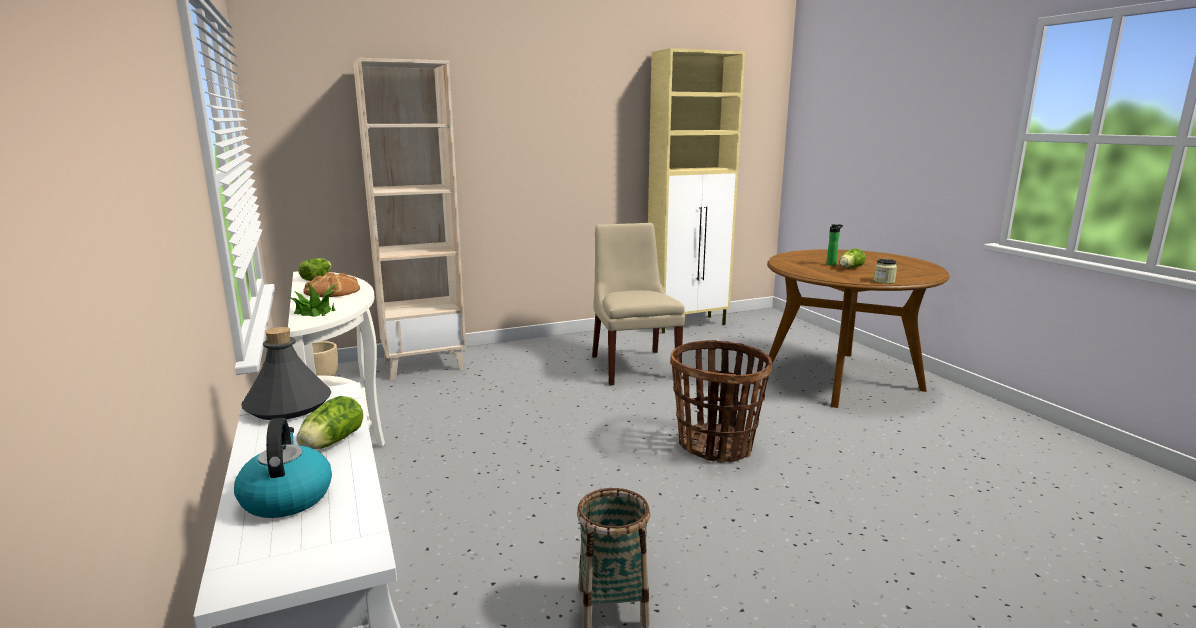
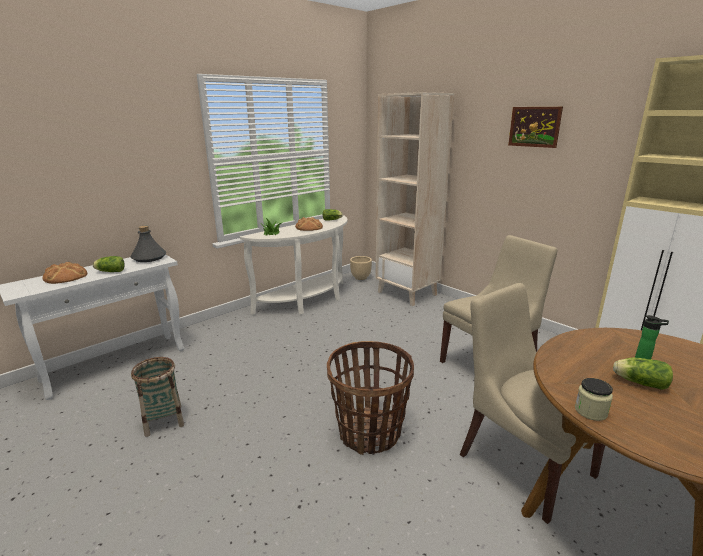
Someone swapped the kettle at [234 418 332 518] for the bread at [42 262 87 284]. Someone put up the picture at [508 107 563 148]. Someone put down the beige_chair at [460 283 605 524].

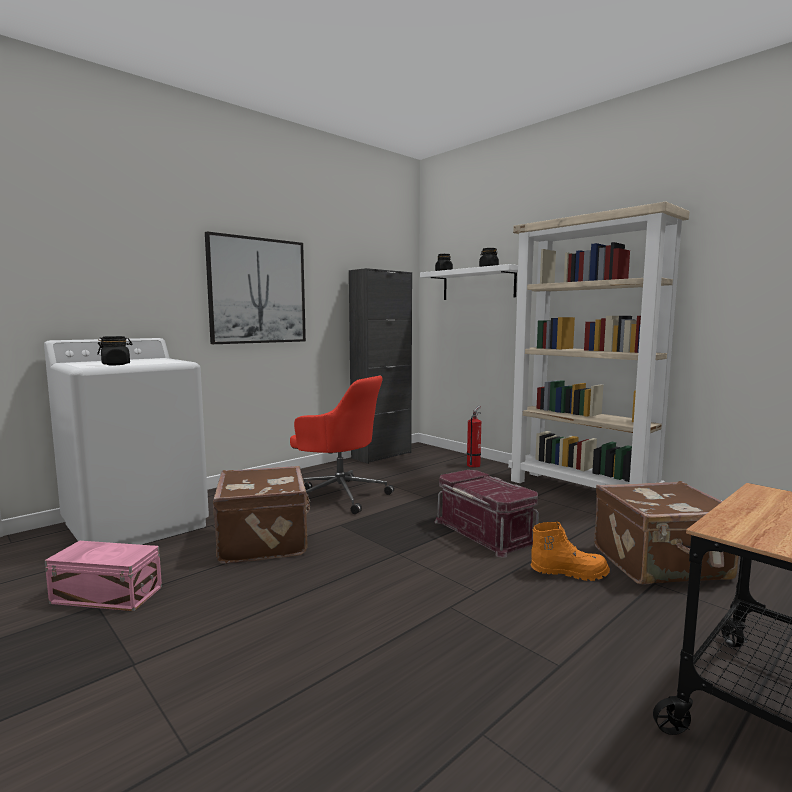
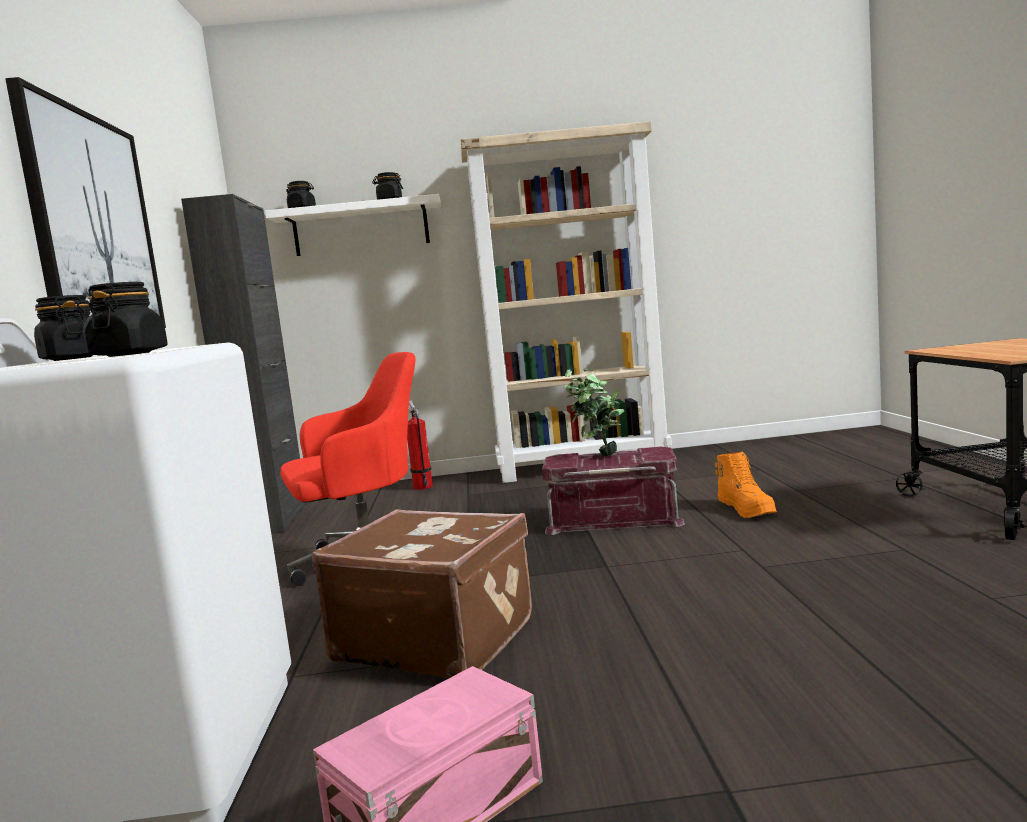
Someone took away the brown_suitcase at [594 481 739 585]. Someone rotated the orange_boot at [530 521 610 581] by 120 degrees clockwise. Someone put down the black_jar at [34 295 92 361]. Someone put down the potted_plant at [563 369 624 457].

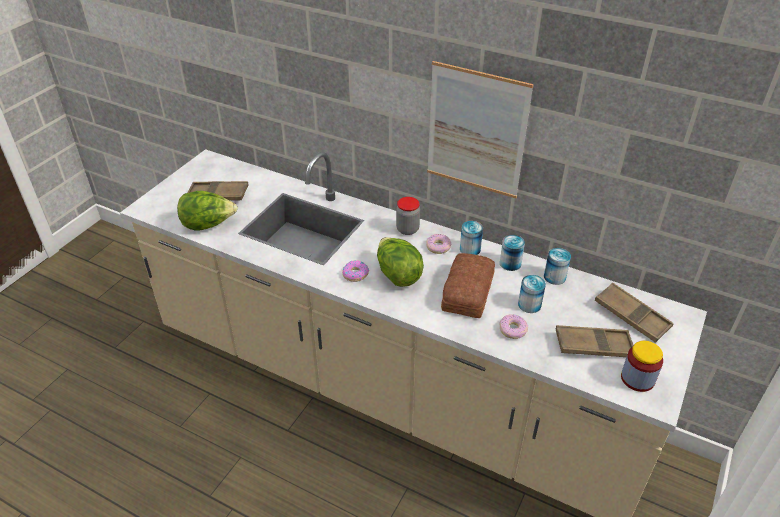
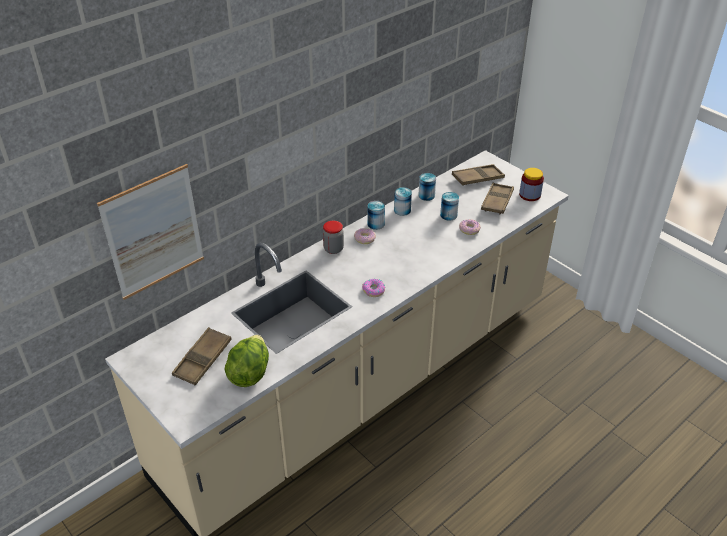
Someone carried the picture from [427 61 534 198] to [97 164 204 300]. Someone took away the lettuce at [377 237 424 287]. Someone took away the bread at [441 253 495 318].

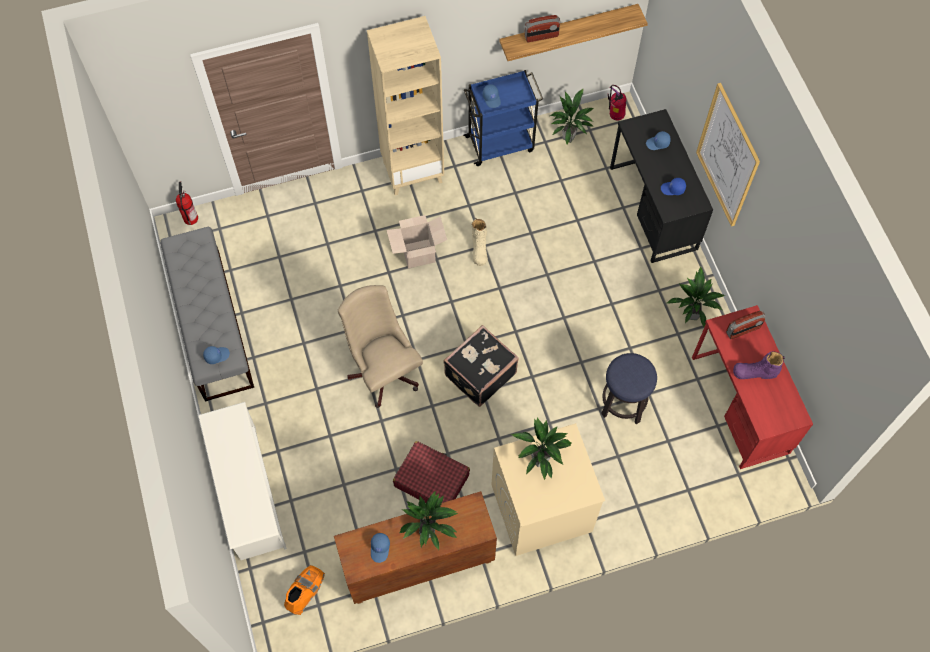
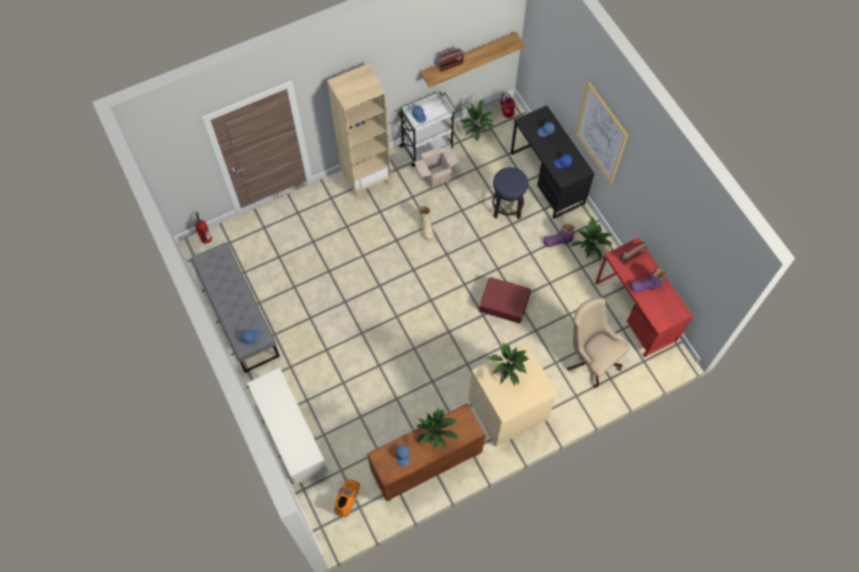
Someone repainted the blue_cart at [463 70 543 166], which became the white_cart at [398 92 457 167]. Someone carried the cardboard_box from [387 215 447 269] to [414 146 459 188]. Someone carried the beige_office_chair from [338 285 423 408] to [567 297 630 388]. Someone took away the black_suitcase at [444 325 519 407]. Someone carried the stool from [601 353 657 424] to [492 167 528 220]. Someone carried the red_suitcase from [393 441 470 503] to [479 277 531 324]. Someone put down the purple_boot at [544 224 574 247].

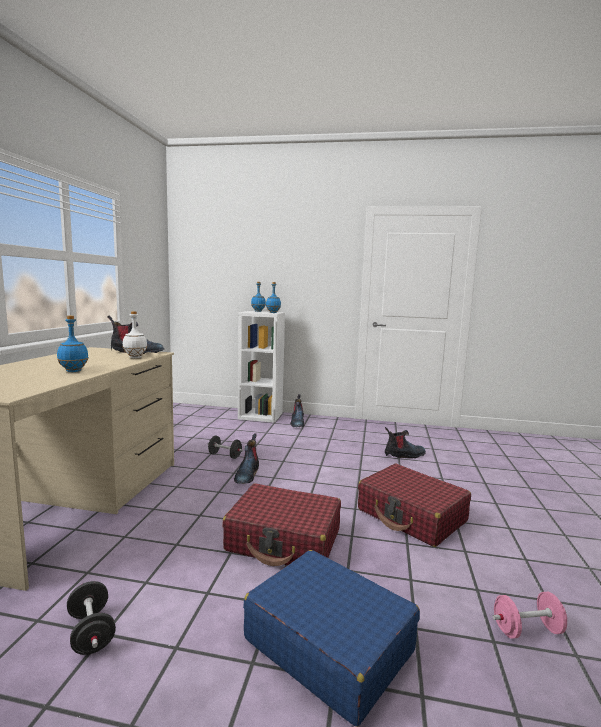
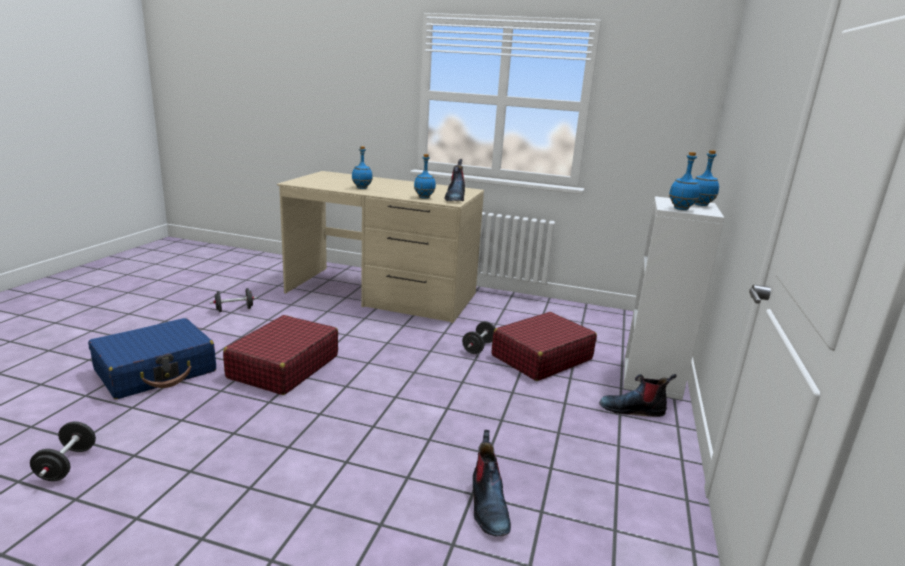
Someone repainted the white_bottle at [123 311 147 358], which became the blue_bottle at [414 154 436 199]. Someone took away the boot at [234 433 259 484]. Someone carried the red_suitcase from [358 464 471 547] to [492 312 597 381]. Someone repainted the pink_dumbbell at [493 592 567 639], which became the black_dumbbell at [30 421 96 481].

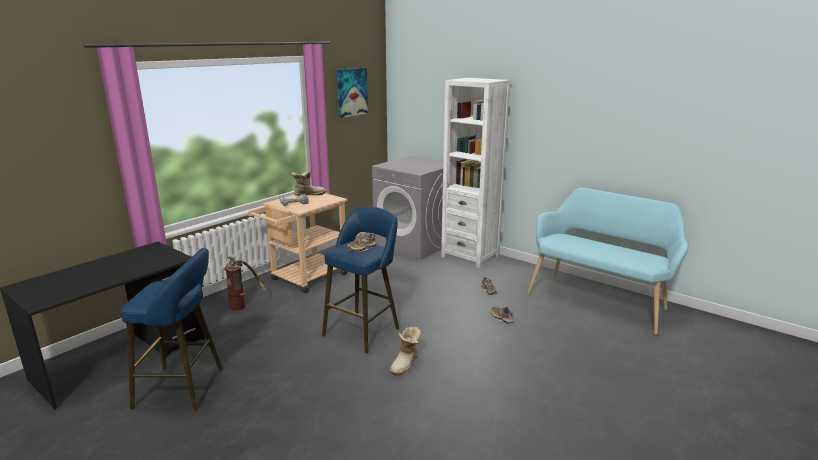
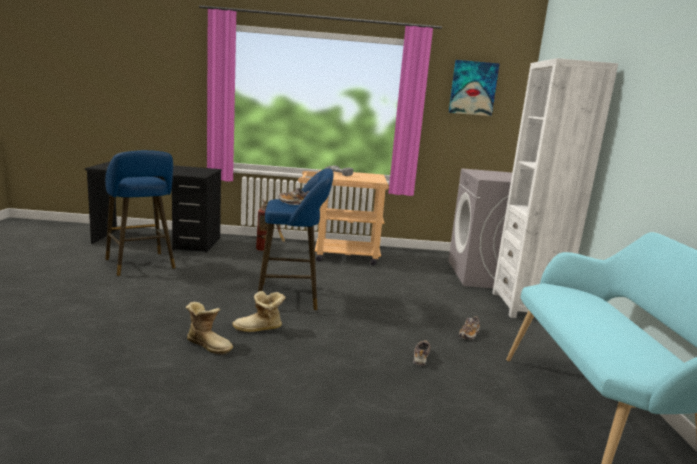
Someone carried the boot from [290 171 326 196] to [186 302 233 355].

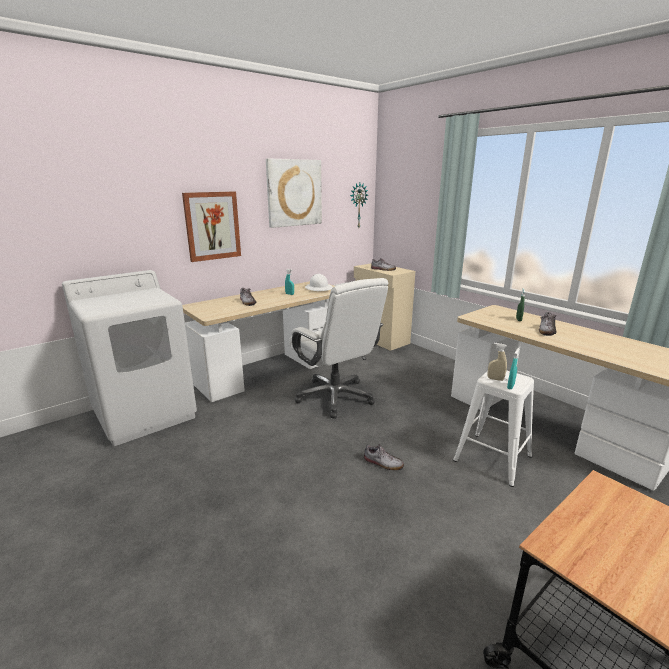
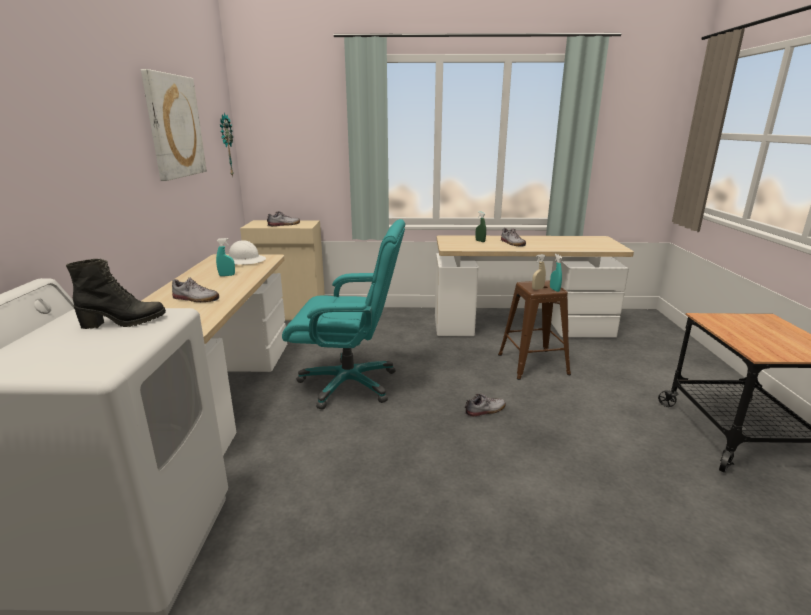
Someone took away the picture at [182 192 241 262]. Someone repainted the white_office_chair at [289 278 388 418], which became the turquoise_office_chair at [282 219 405 409]. Someone repainted the white_stool at [453 371 534 487], which became the brown_stool at [498 280 571 380]. Someone put down the black_boot at [66 259 166 329].

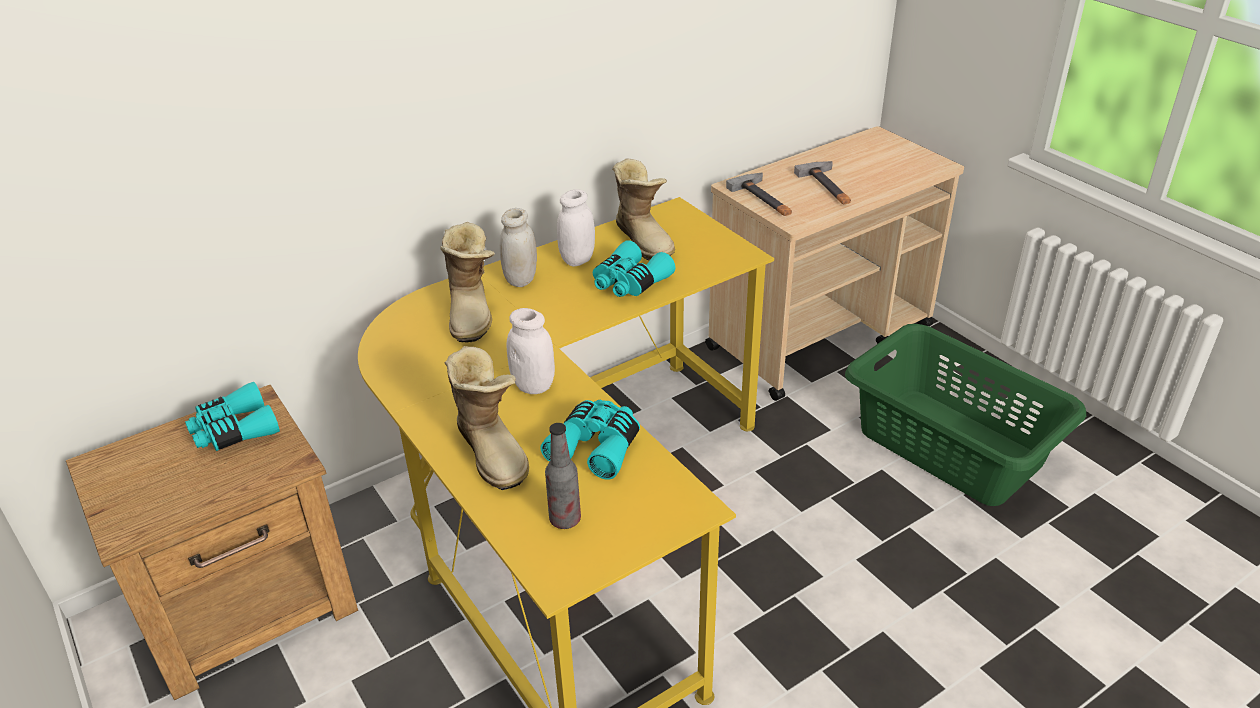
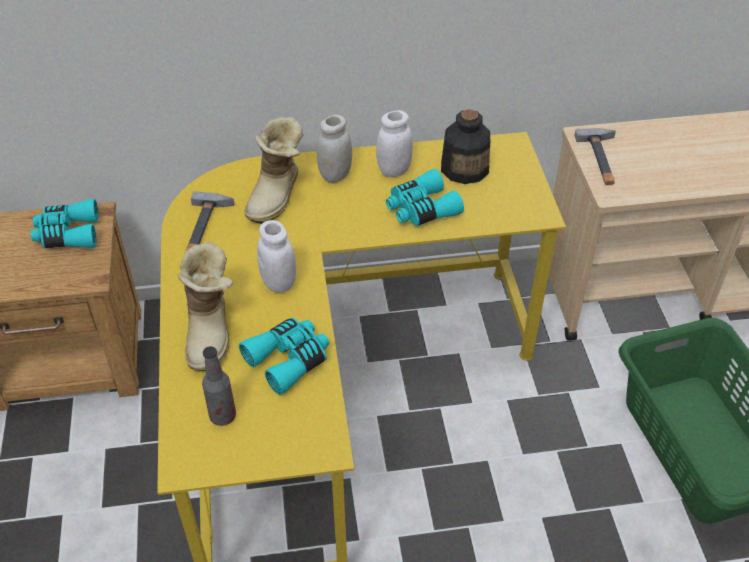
Someone swapped the boot at [612 158 675 261] for the bottle at [441 109 490 184]. Someone carried the hammer from [794 161 851 204] to [185 191 234 251].

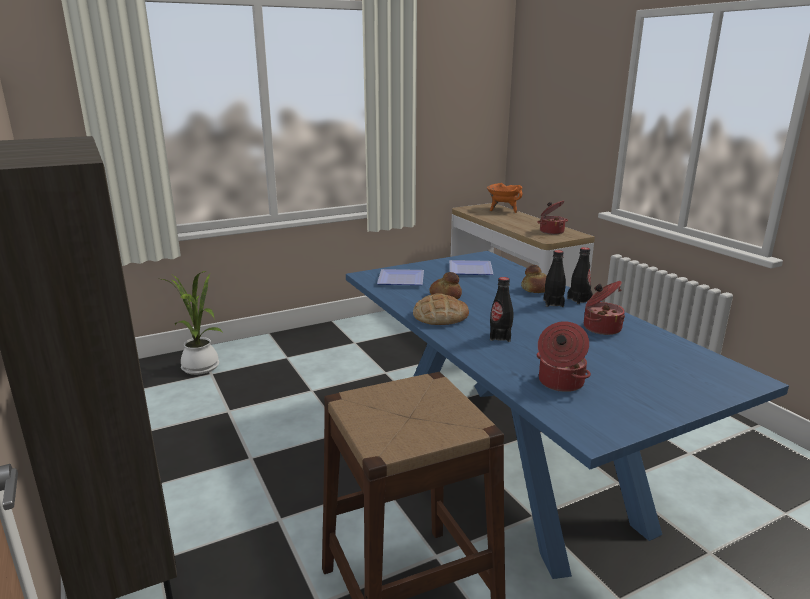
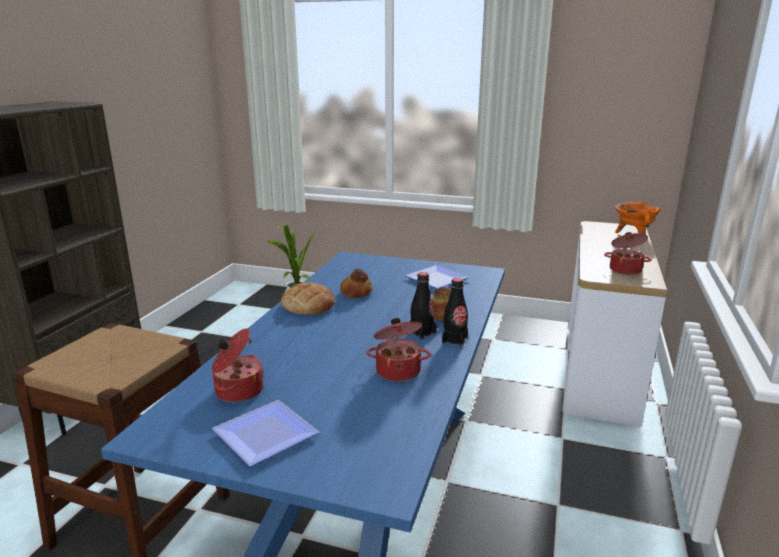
Someone carried the plate from [377 269 424 285] to [212 400 319 467]. Someone took away the black_bottle at [490 277 513 342].

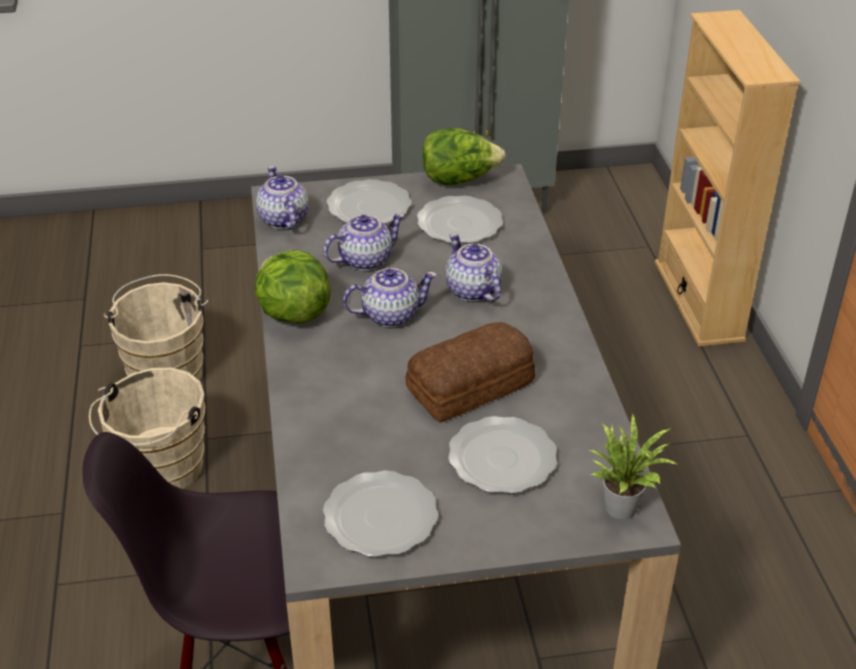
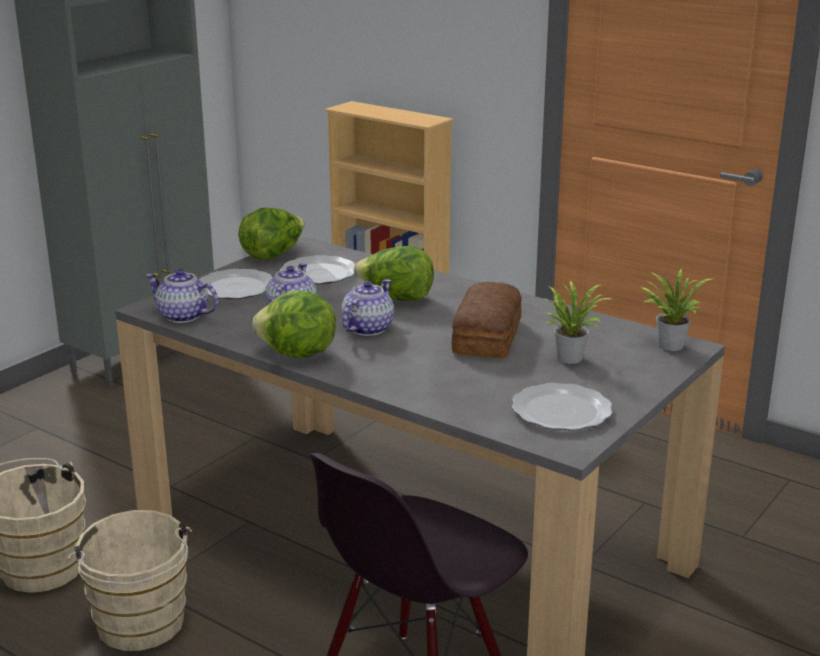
Someone swapped the teapot at [446 233 502 302] for the lettuce at [354 246 434 301]. Someone swapped the plate at [448 416 557 494] for the potted_plant at [543 281 611 364].

